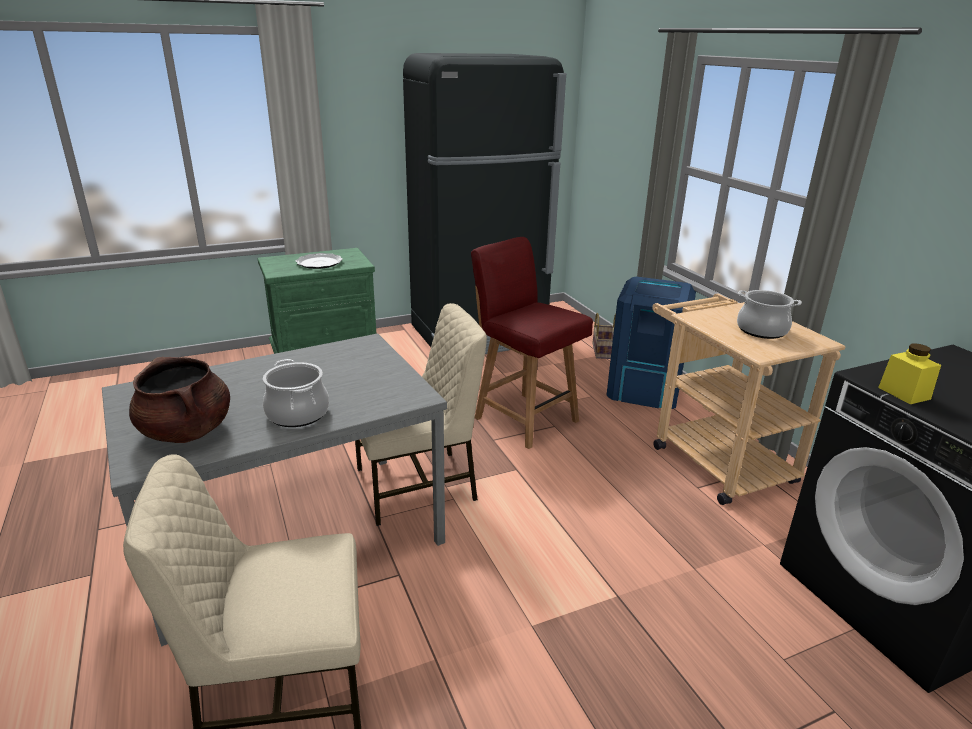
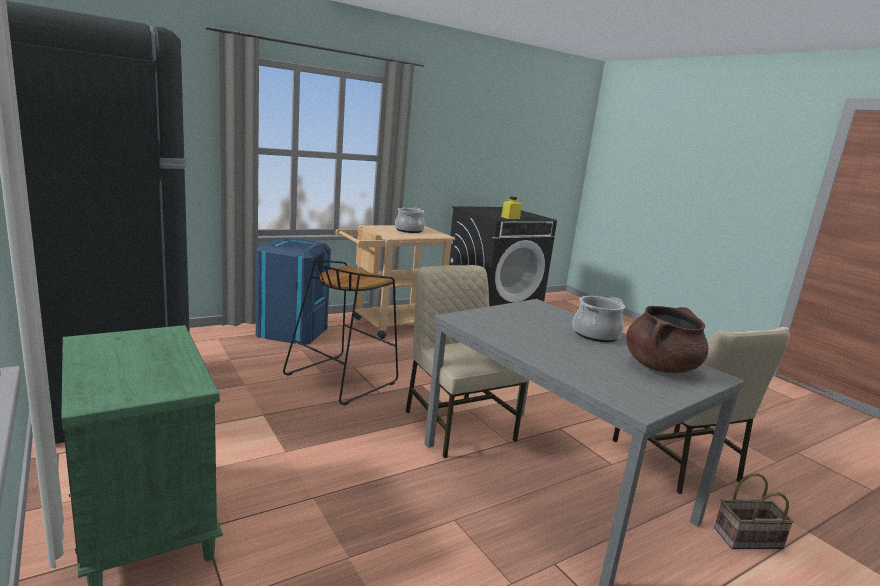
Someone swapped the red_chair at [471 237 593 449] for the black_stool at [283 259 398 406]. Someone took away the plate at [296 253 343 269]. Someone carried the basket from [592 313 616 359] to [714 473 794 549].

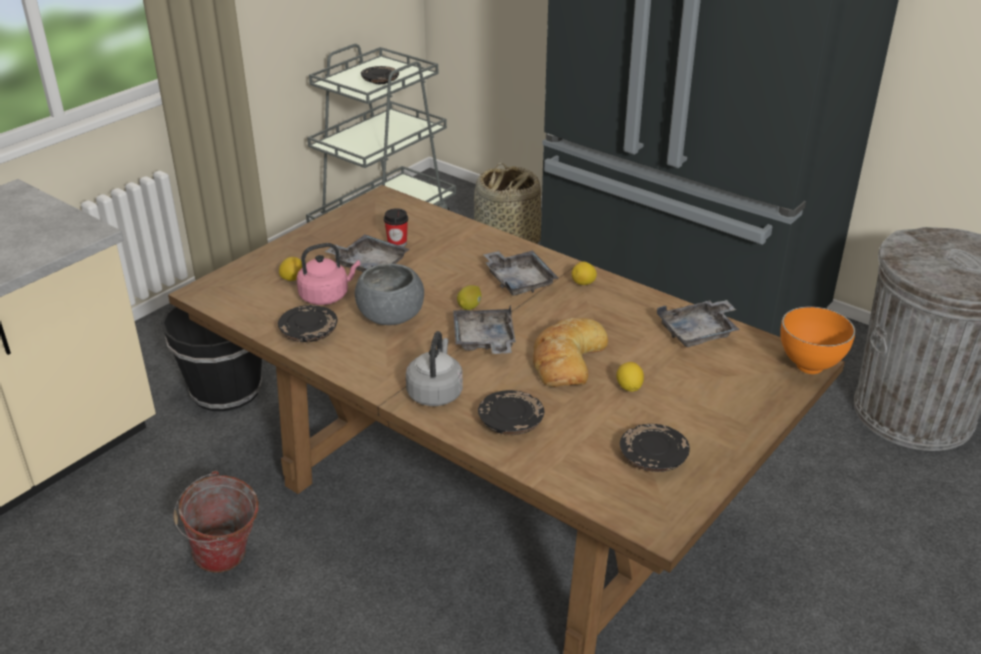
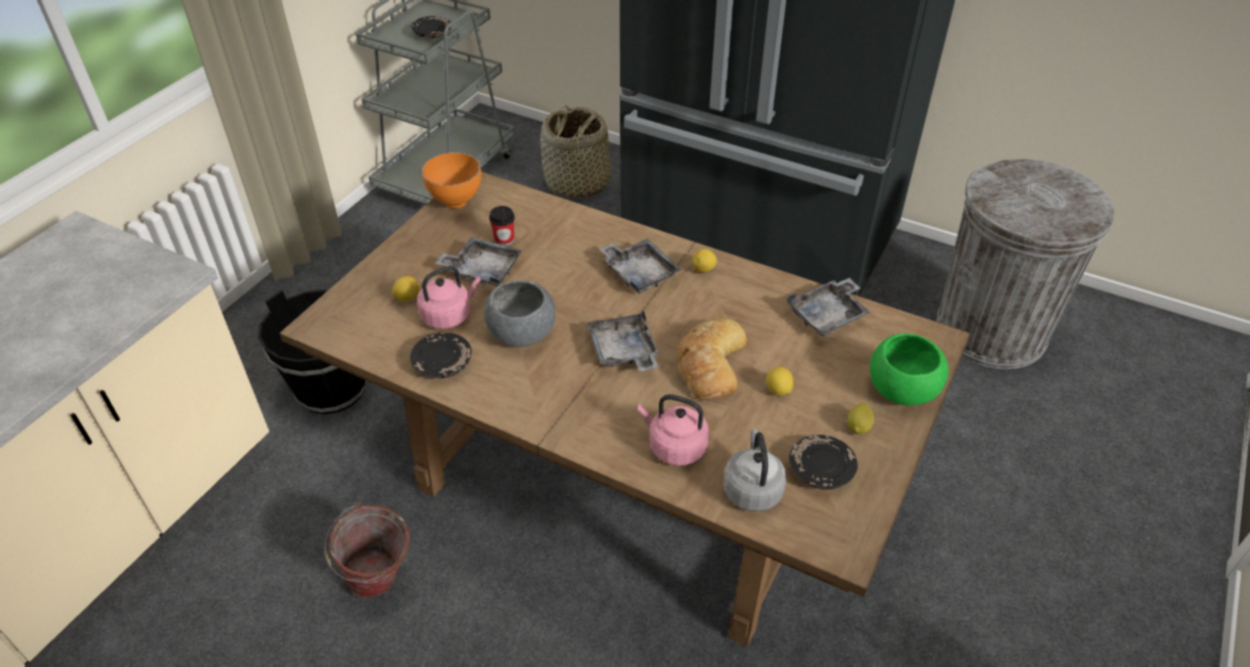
Someone carried the lemon from [457 285 482 310] to [847 403 874 435]. Someone carried the orange_bowl from [780 306 856 374] to [421 152 481 209]. Someone carried the grey_kettle from [406 331 463 406] to [723 428 786 512]. Someone swapped the black_plate at [478 390 544 435] for the pink_kettle at [638 394 709 466]. Someone put down the green_bowl at [870 334 948 406].

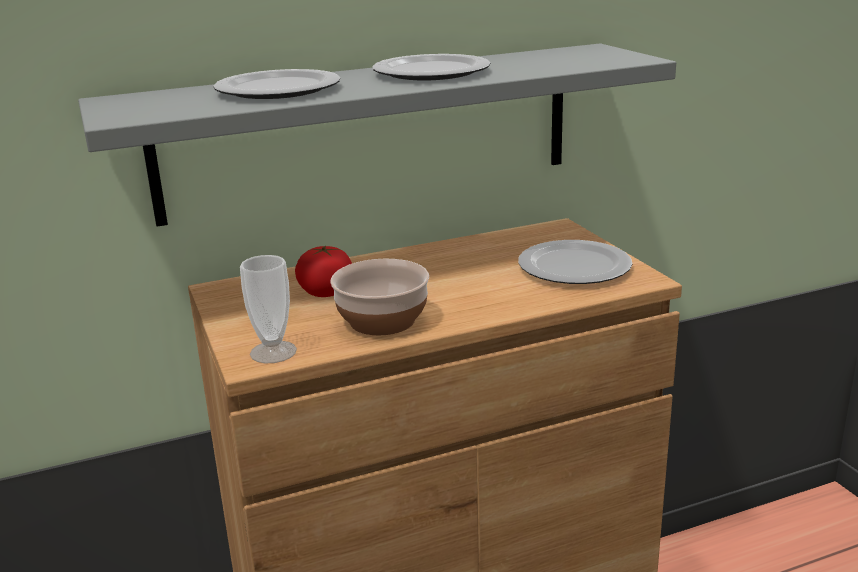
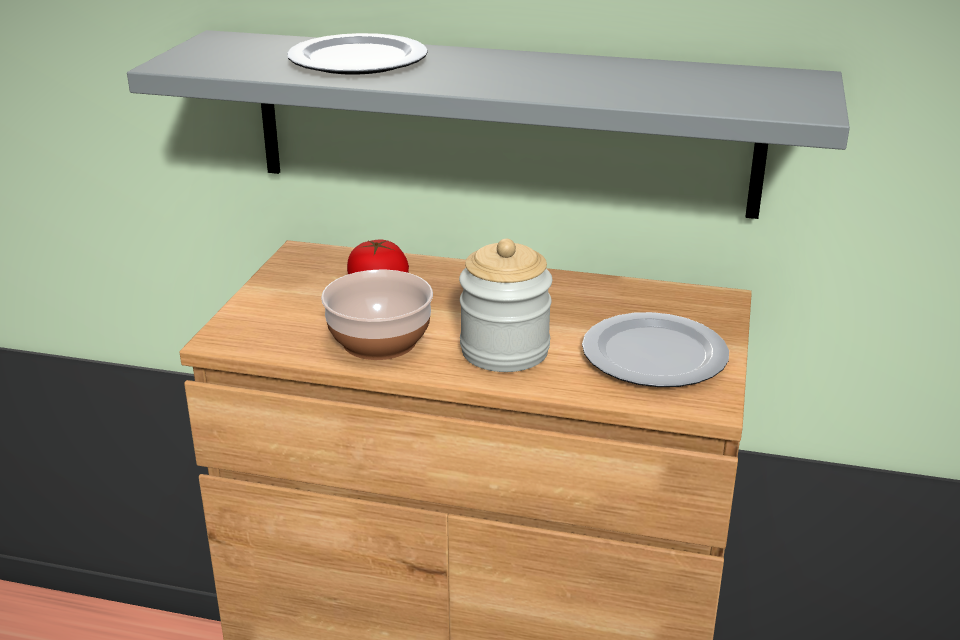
Someone took away the plate at [372 54 491 80]. Someone took away the cup at [240 255 297 363]. Someone put down the jar at [459 239 552 372].

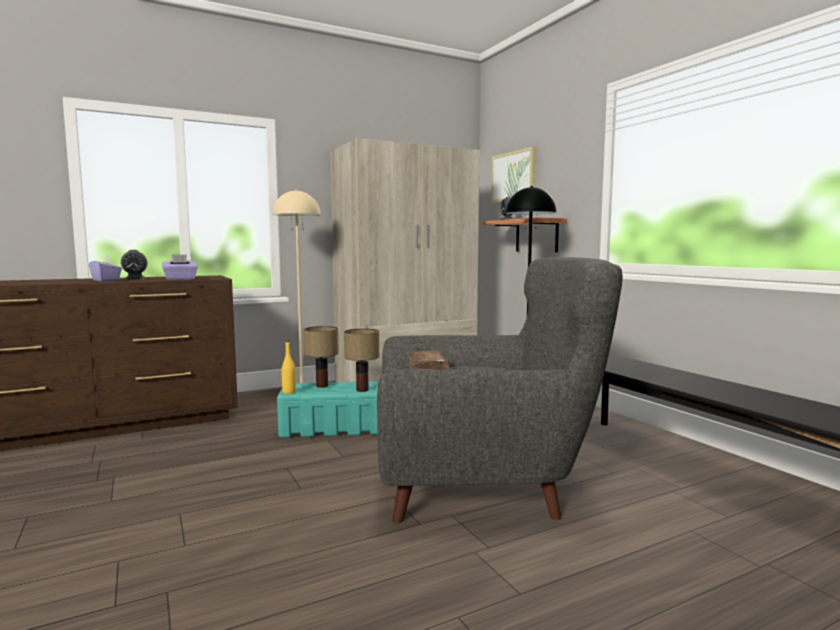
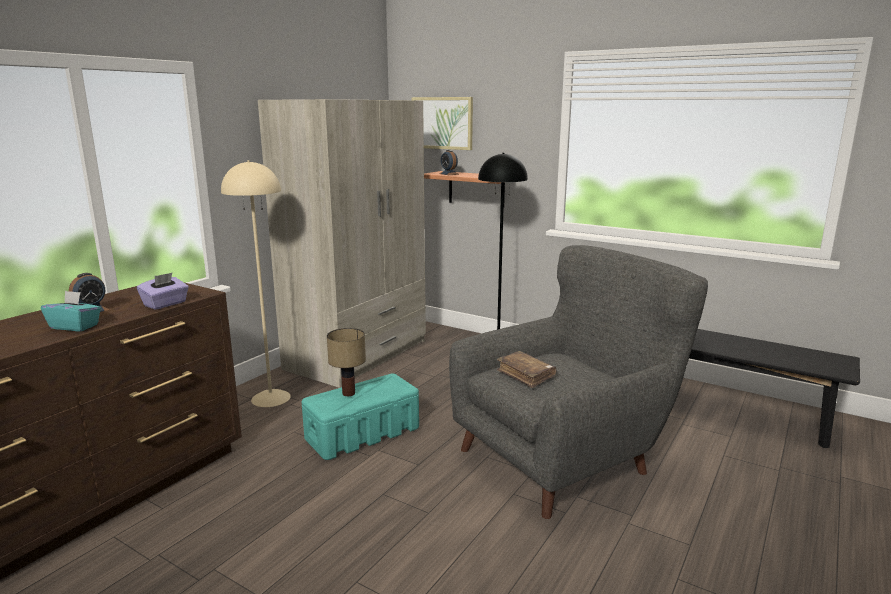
Someone repainted the purple_tissue_box at [89 255 122 282], which became the turquoise_tissue_box at [41 291 101 331]. Someone took away the table_lamp at [344 329 379 392]. Someone took away the yellow_bottle at [282 341 296 394].

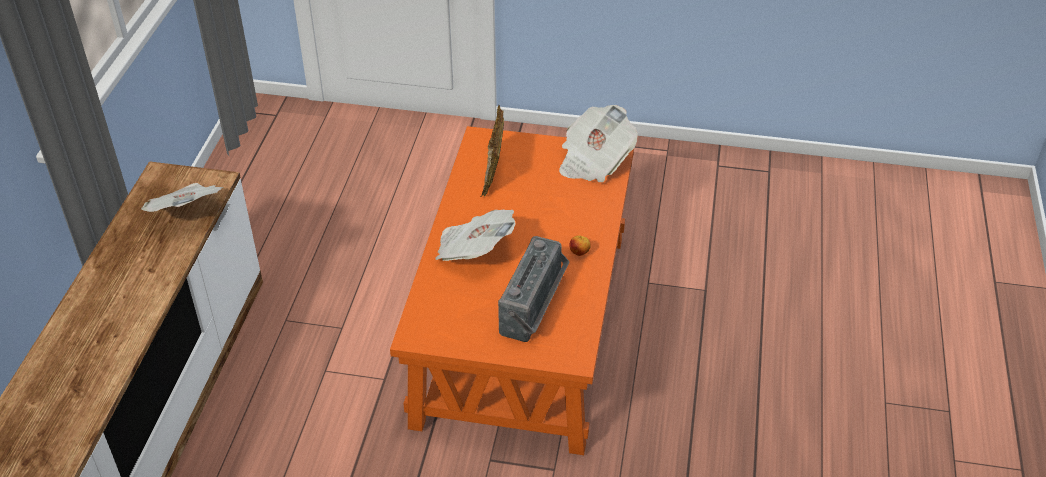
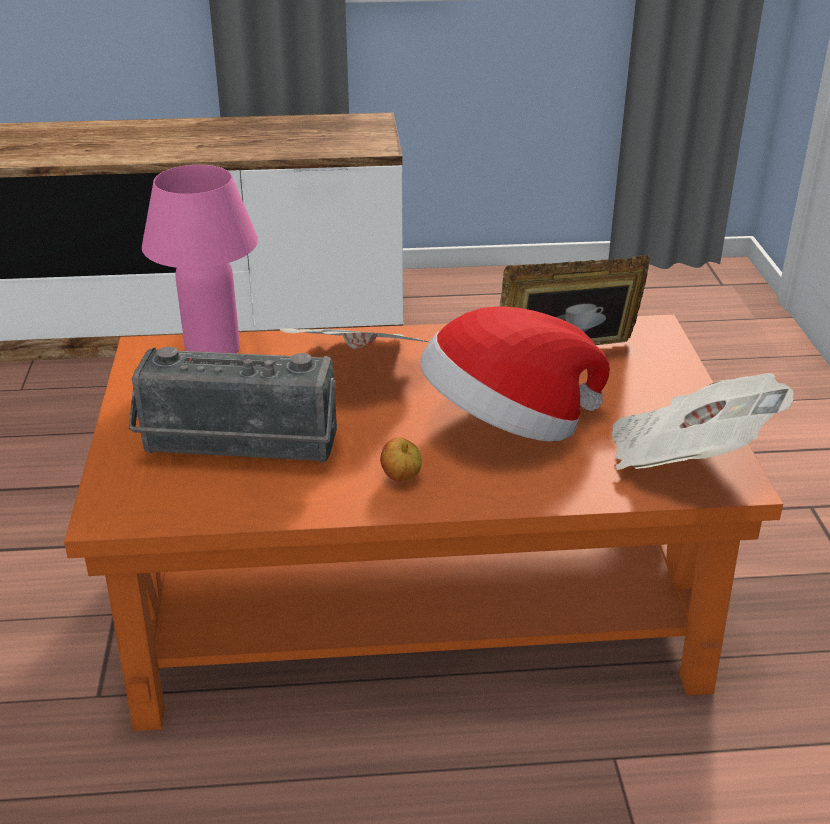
Someone took away the newspaper at [141 183 223 212]. Someone put down the pink_table_lamp at [142 165 258 353]. Someone put down the hat at [420 306 610 442].

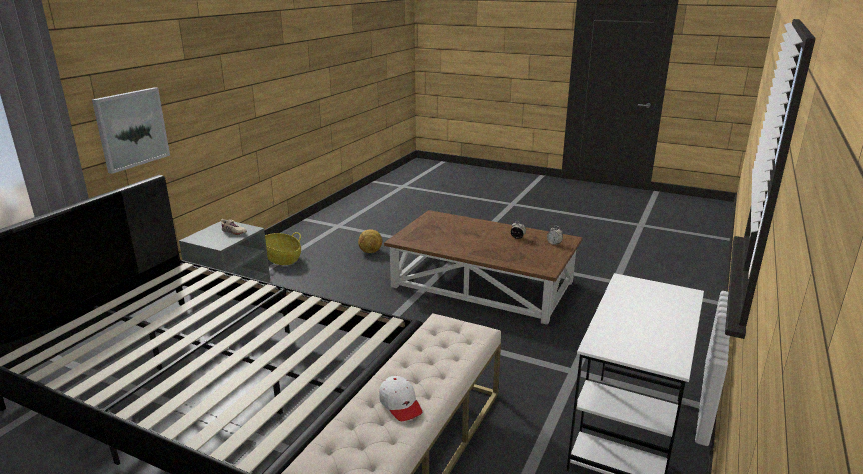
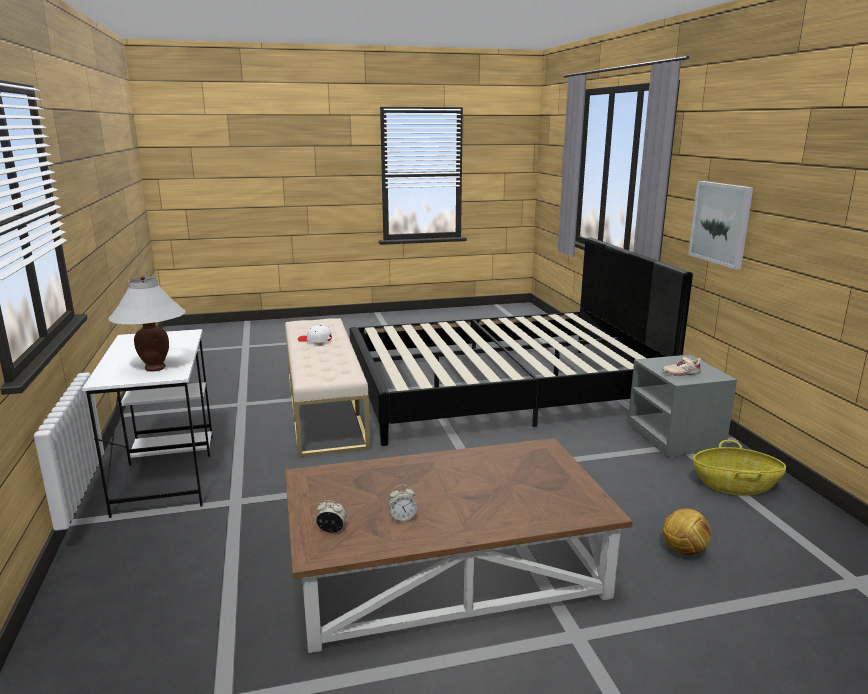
Someone put down the white_table_lamp at [108 276 186 372].

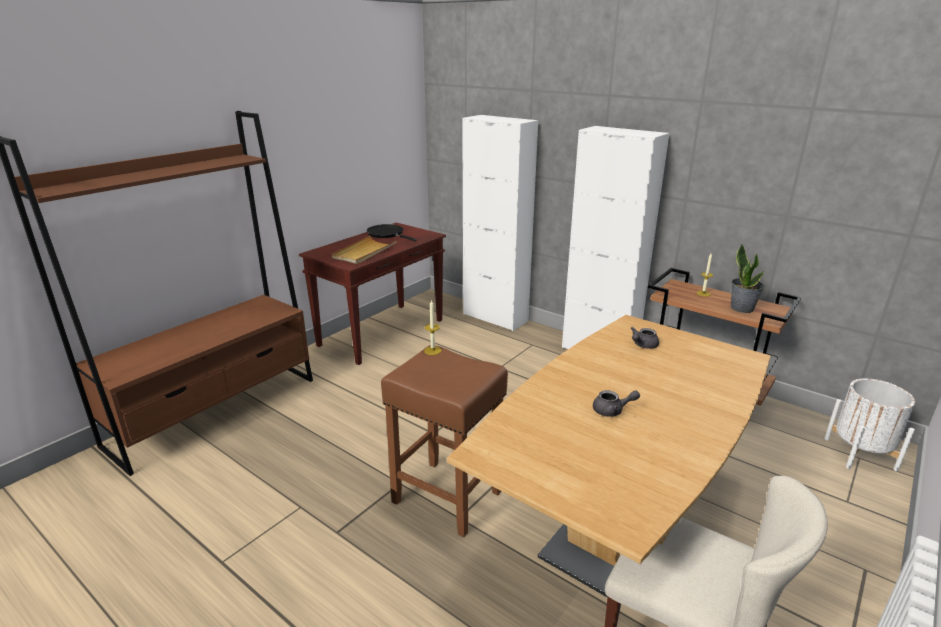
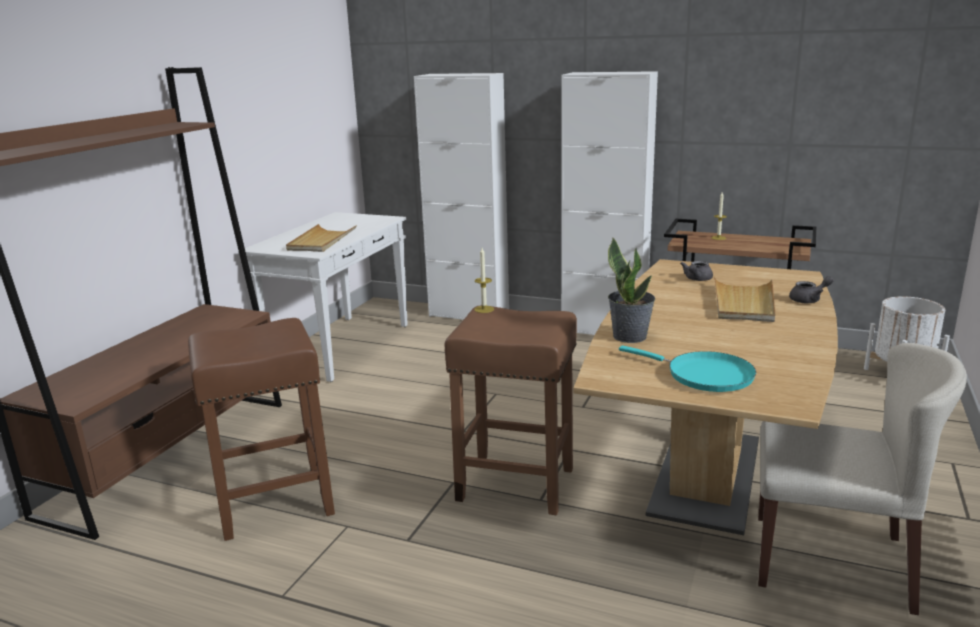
Someone repainted the brown_console_table at [299 222 446 365], which became the white_console_table at [238 212 408 382]. Someone took away the black_frying_pan at [367 224 417 241]. Someone carried the potted_plant from [731 244 765 313] to [608 238 655 343]. Someone carried the grey_teapot from [593 390 640 417] to [789 276 833 303]. Someone put down the beige_tray at [714 276 775 322]. Someone put down the brown_stool at [188 318 335 541]. Someone put down the turquoise_frying_pan at [619 345 756 392].

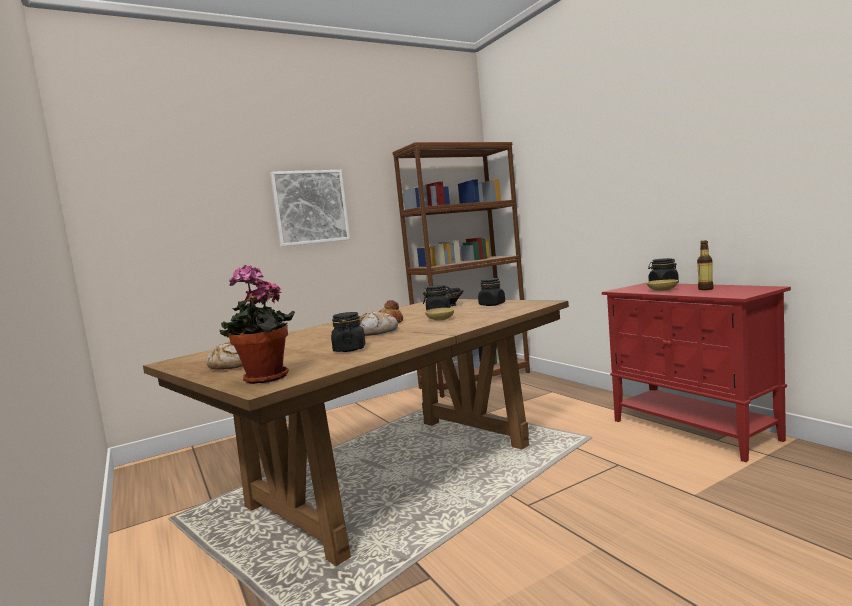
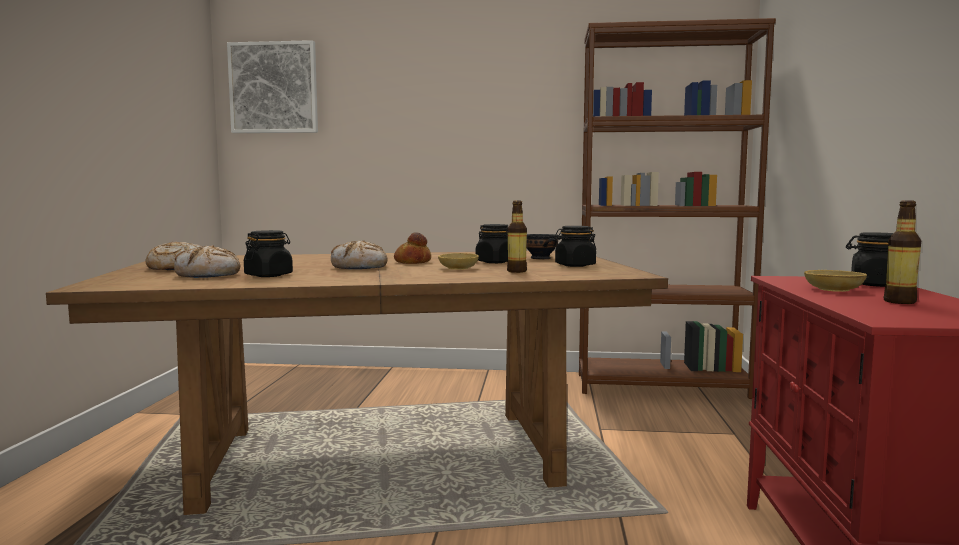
Someone carried the picture from [270 170 350 247] to [227 40 318 133]. Someone took away the potted_plant at [220 265 295 384]. Someone put down the bottle at [507 201 527 273]. Someone put down the bread at [174 245 240 278].

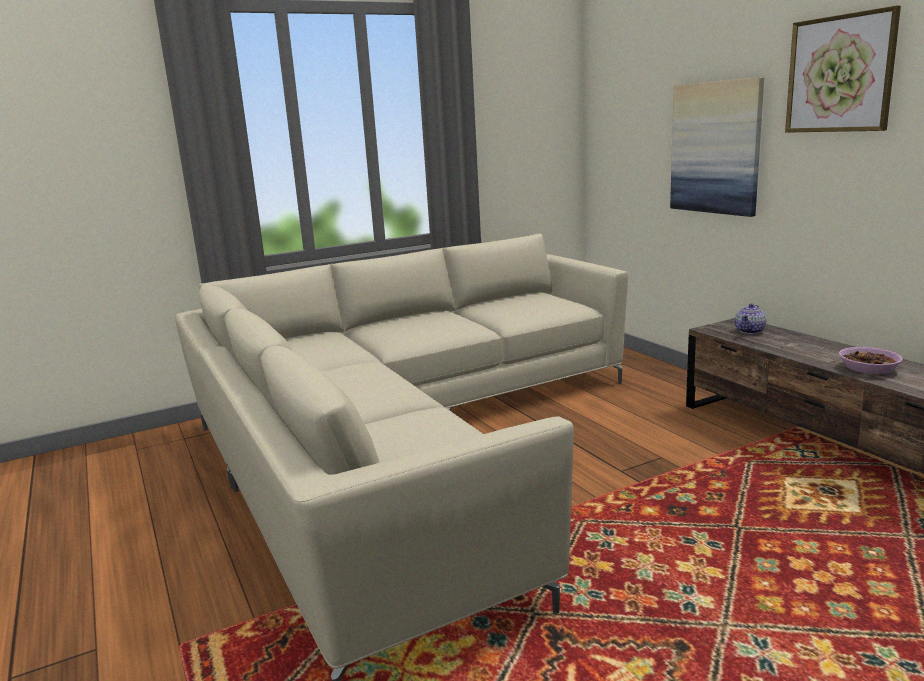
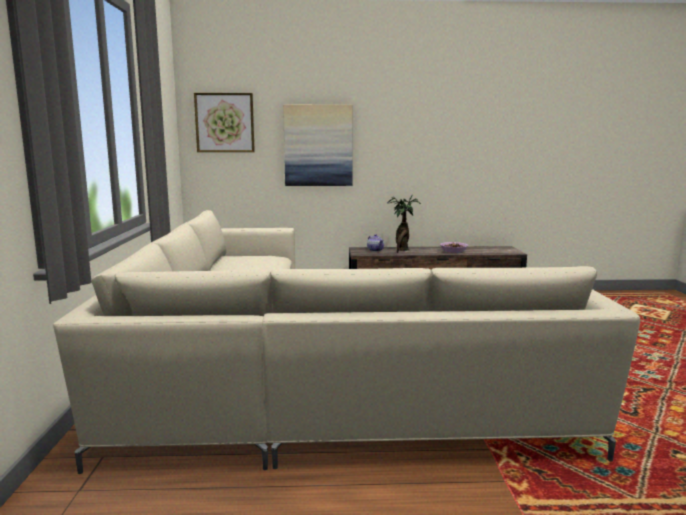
Someone carried the picture from [785 6 901 133] to [194 93 255 152]. Someone put down the potted_plant at [388 195 421 253].

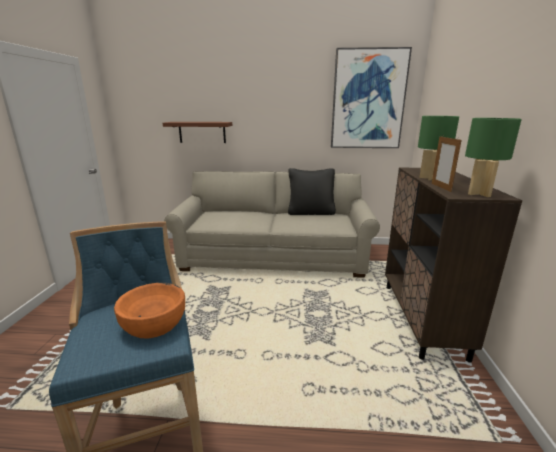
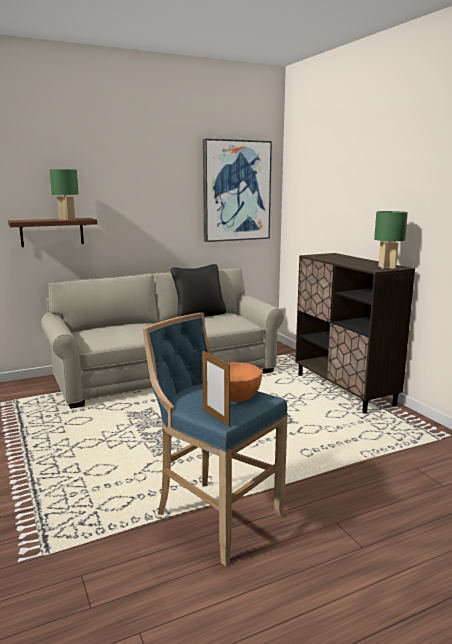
Someone carried the green_table_lamp from [418 116 459 181] to [50 169 79 220]. Someone carried the picture_frame from [432 136 462 192] to [202 351 230 427].

